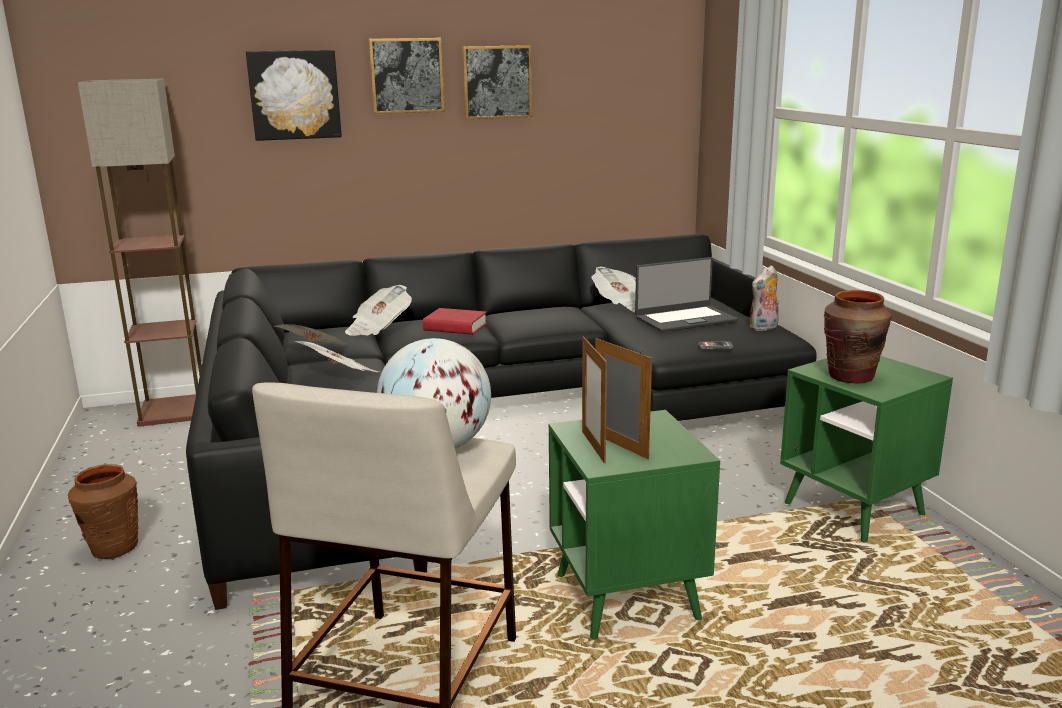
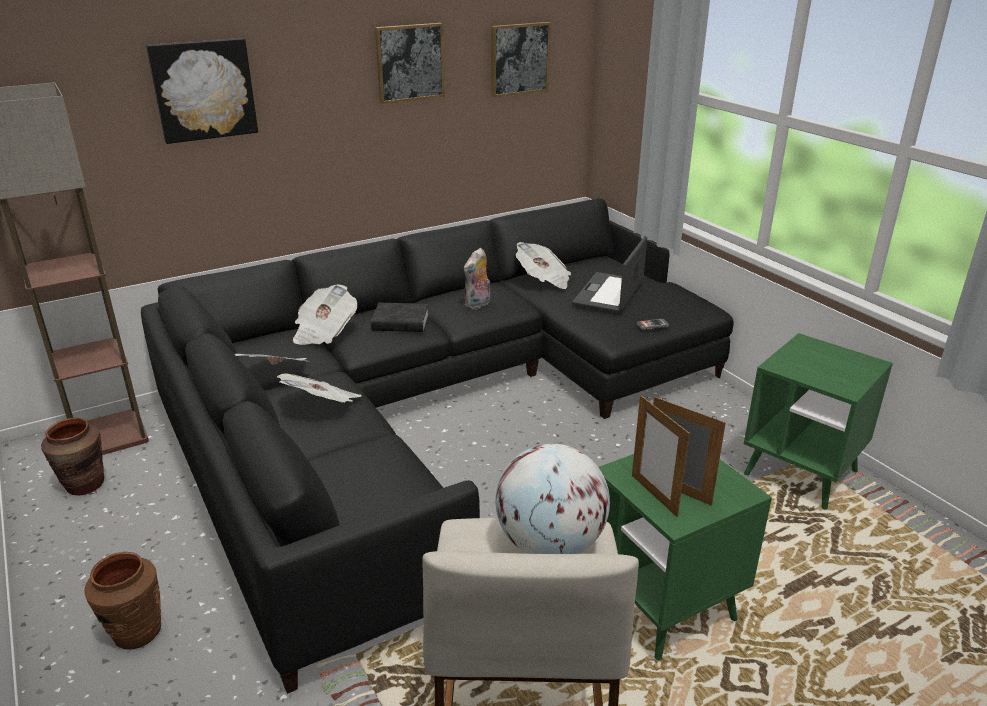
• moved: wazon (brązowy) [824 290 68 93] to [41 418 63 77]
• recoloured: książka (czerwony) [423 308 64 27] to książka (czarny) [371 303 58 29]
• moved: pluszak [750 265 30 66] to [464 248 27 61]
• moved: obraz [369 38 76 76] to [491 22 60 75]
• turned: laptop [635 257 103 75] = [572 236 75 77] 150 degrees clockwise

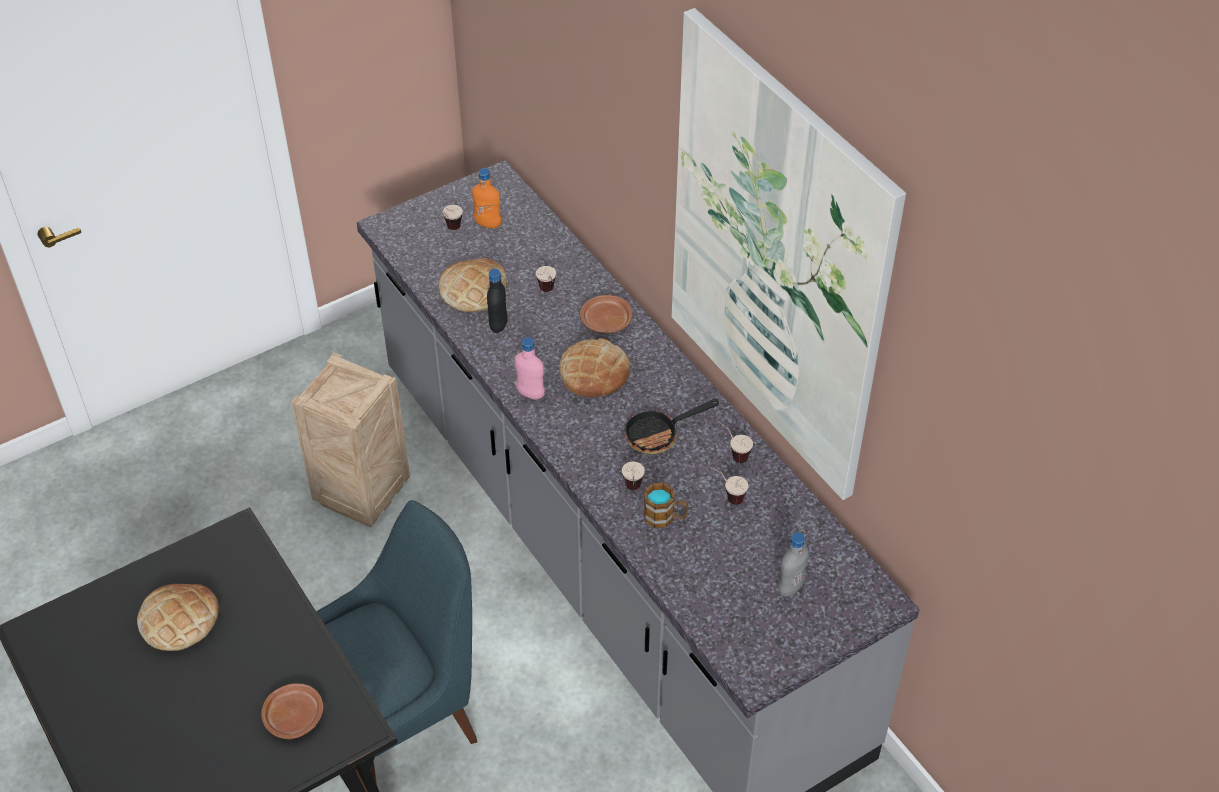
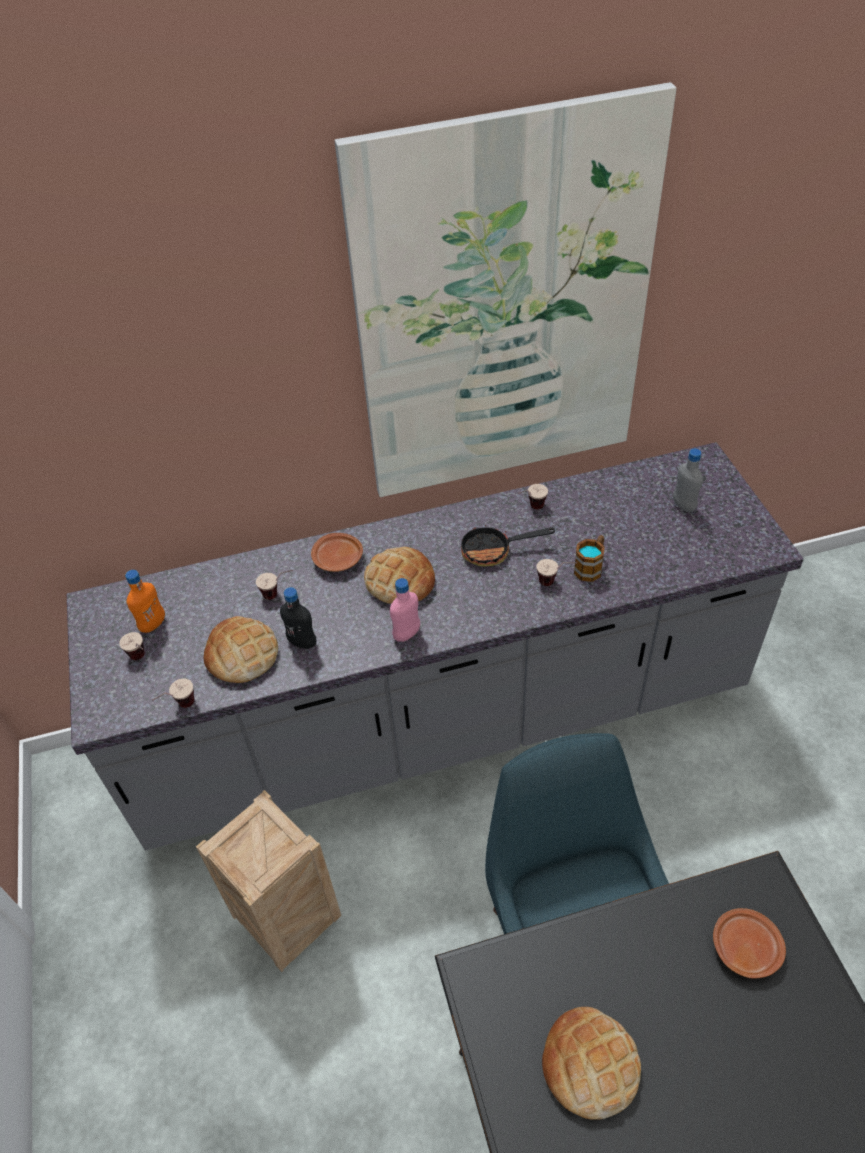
• moved: filiżanka [708 466 40 39] to [152 679 43 29]
• turned: patelnia [625 399 94 55] = [461 525 94 42] 90 degrees clockwise

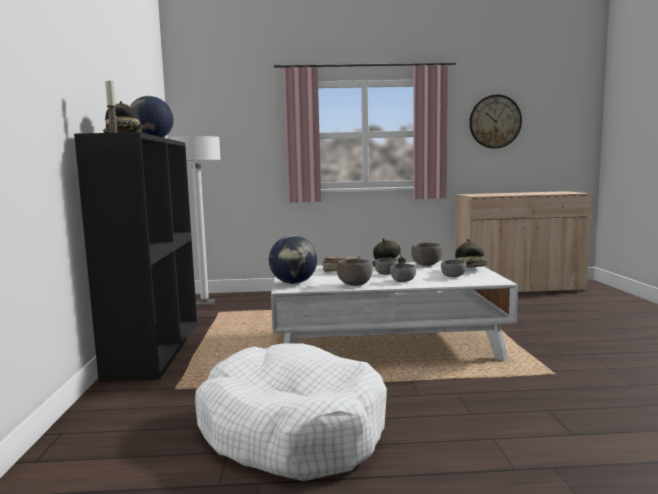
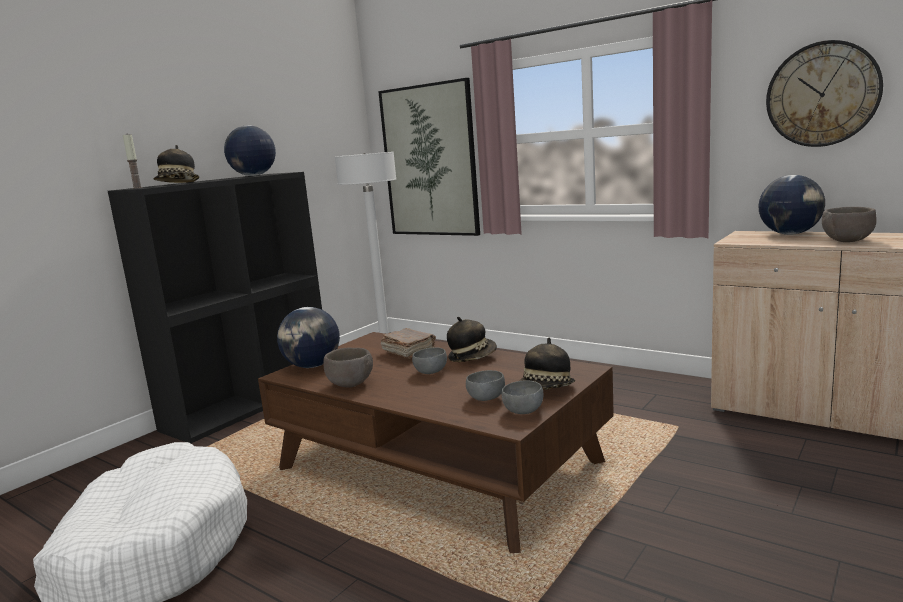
• recoloured: ława (biały) [271 261 247 100] to ława (brązowy) [258 332 356 221]
• added: obraz [378 78 102 158]
• moved: miska (szary) [390 263 26 19] to [502 380 41 34]
• added: globus [758 175 67 60]
• moved: miska (brązowy) [411 242 31 24] to [822 207 55 35]

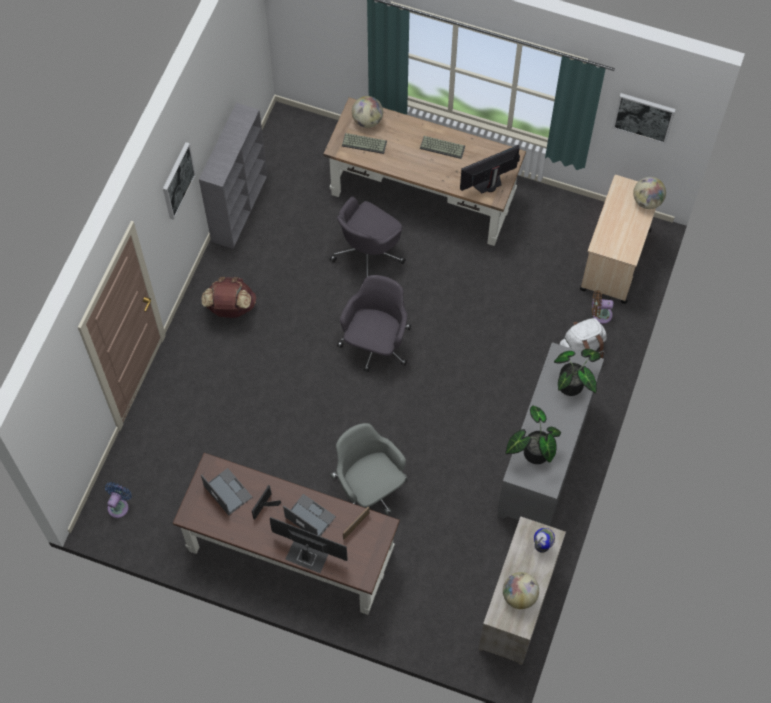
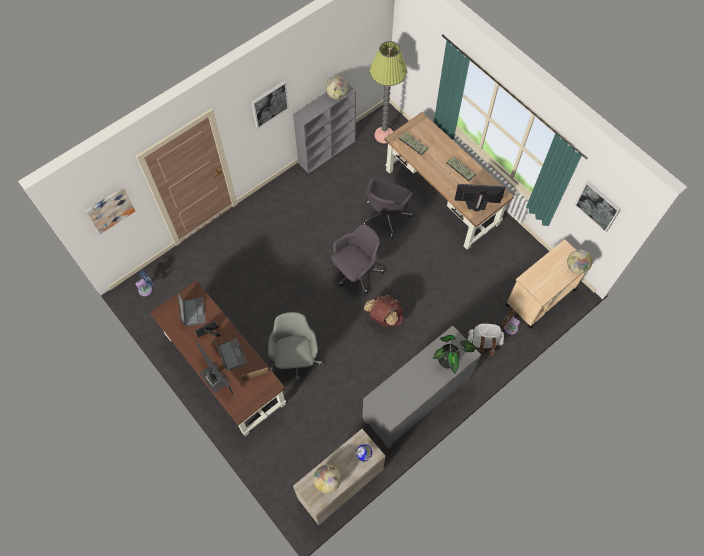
• added: obraz [86 187 49 47]
• moved: globus [352 96 31 32] to [325 76 23 23]
• turned: krzesło biurowe (szary) [330 196 76 88] = [363 178 50 60] 45 degrees counterclockwise
• moved: plecak (brązowy) [202 277 54 41] to [364 295 40 32]
• added: lampa stojąca [370 41 37 102]
• removed: roślina doniczkowa [505 405 56 59]

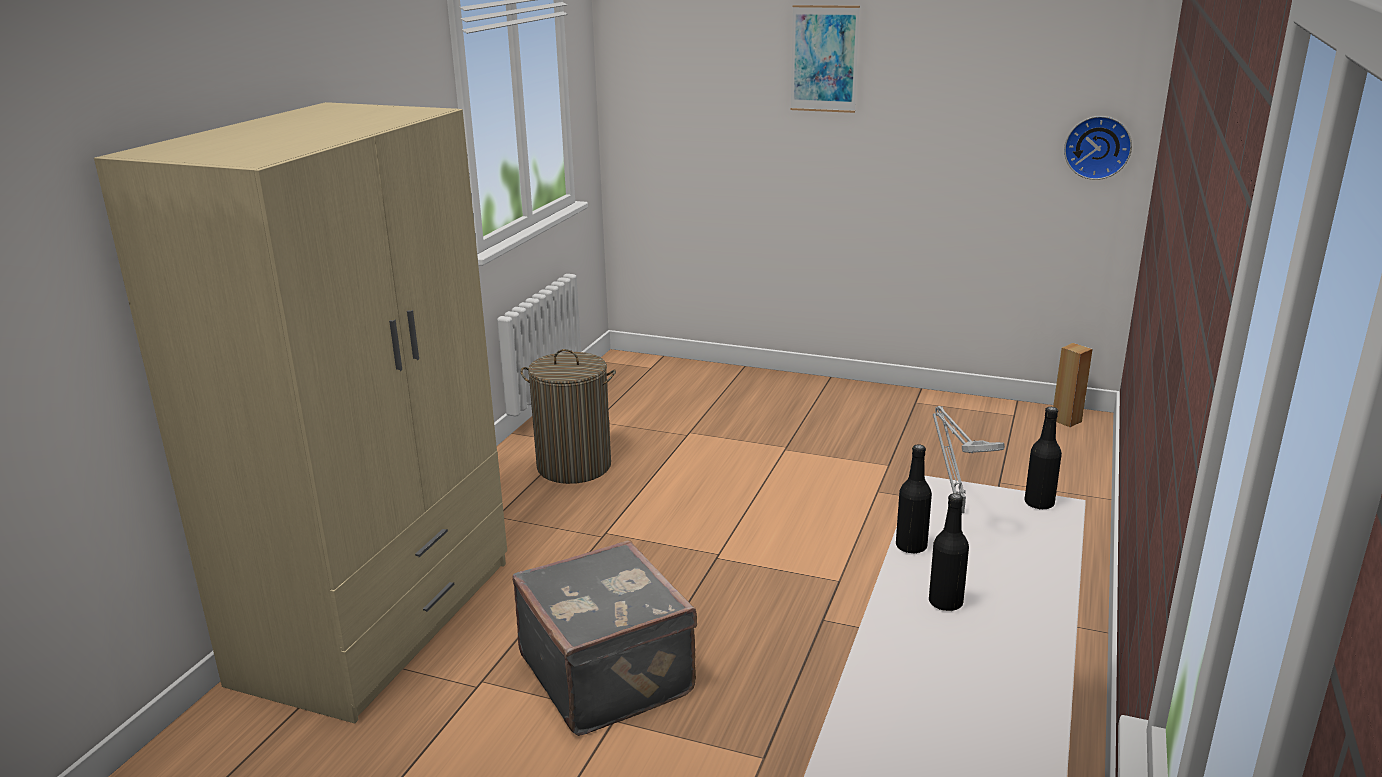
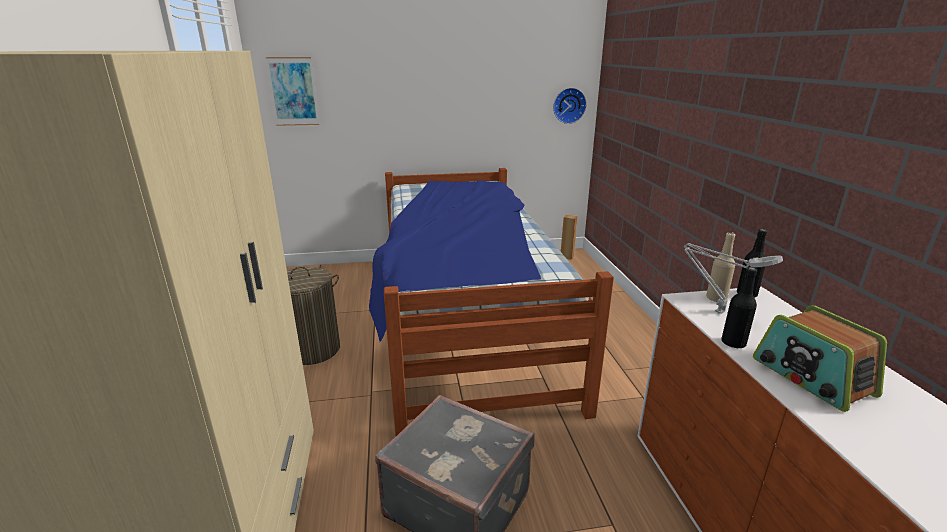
• moved: obraz [790 5 70 108] to [266 57 53 69]
• added: łóżko [369 168 245 269]
• added: butelka (beżowy) [706 232 30 70]
• replaced: butelka (czarny) [929 493 40 118] to radio [753 305 134 107]

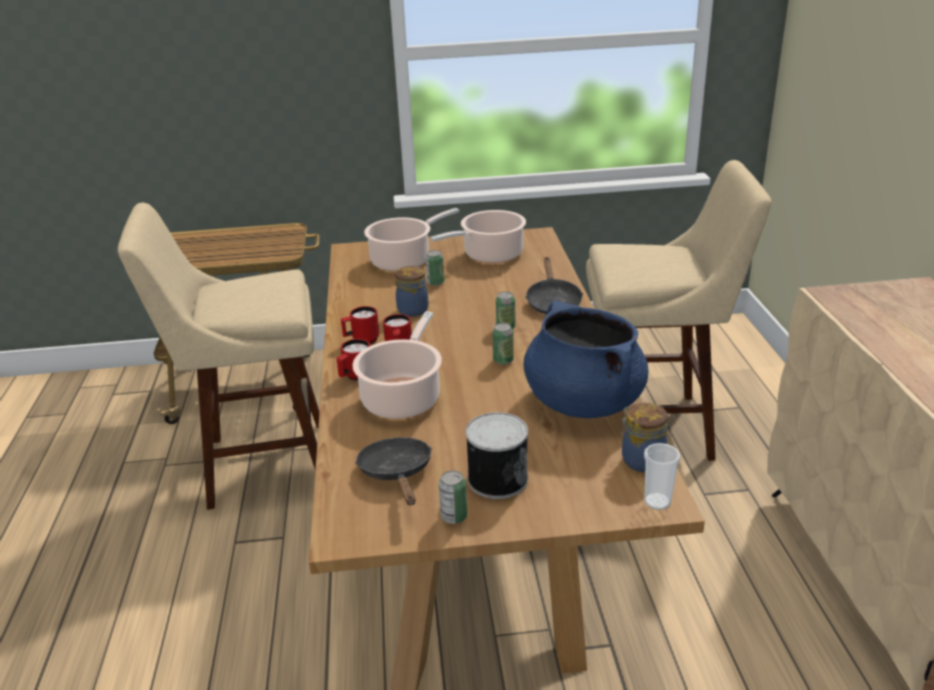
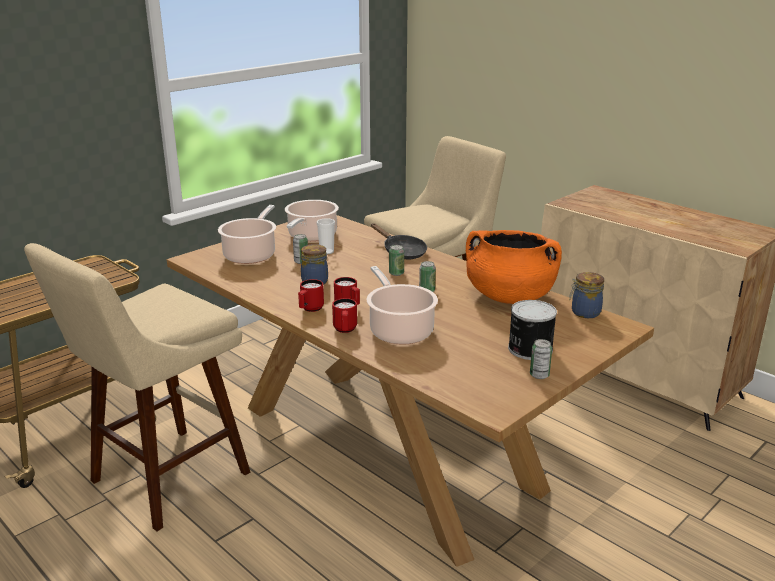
• moved: filiżanka [644 443 36 67] to [317 218 18 37]
• recoloured: garnek (niebieski) [523 301 125 117] to garnek (pomarańczowy) [466 230 96 74]
• removed: patelnia (czarny) [355 437 77 68]

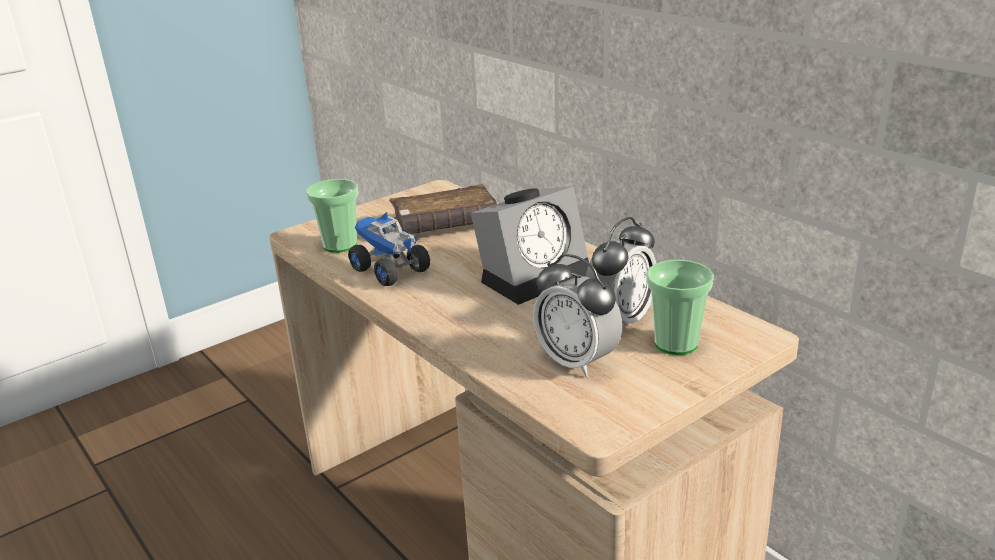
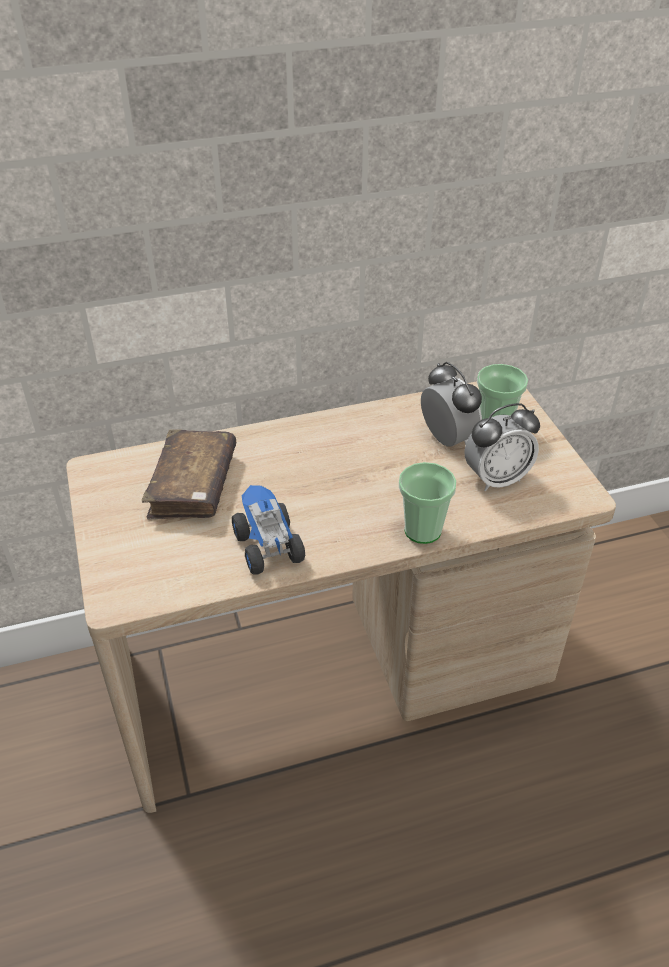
• turned: ciężarówka zabawkowa [348 212 82 74] = [232 485 73 89] 90 degrees clockwise
• moved: filiżanka [306 179 52 74] to [399 462 57 82]
• removed: budzik [471 186 118 119]

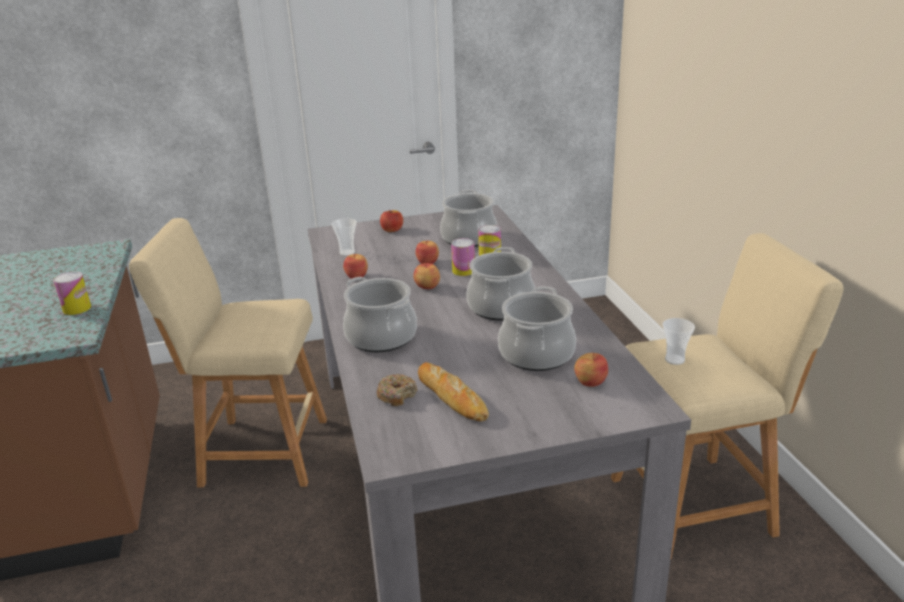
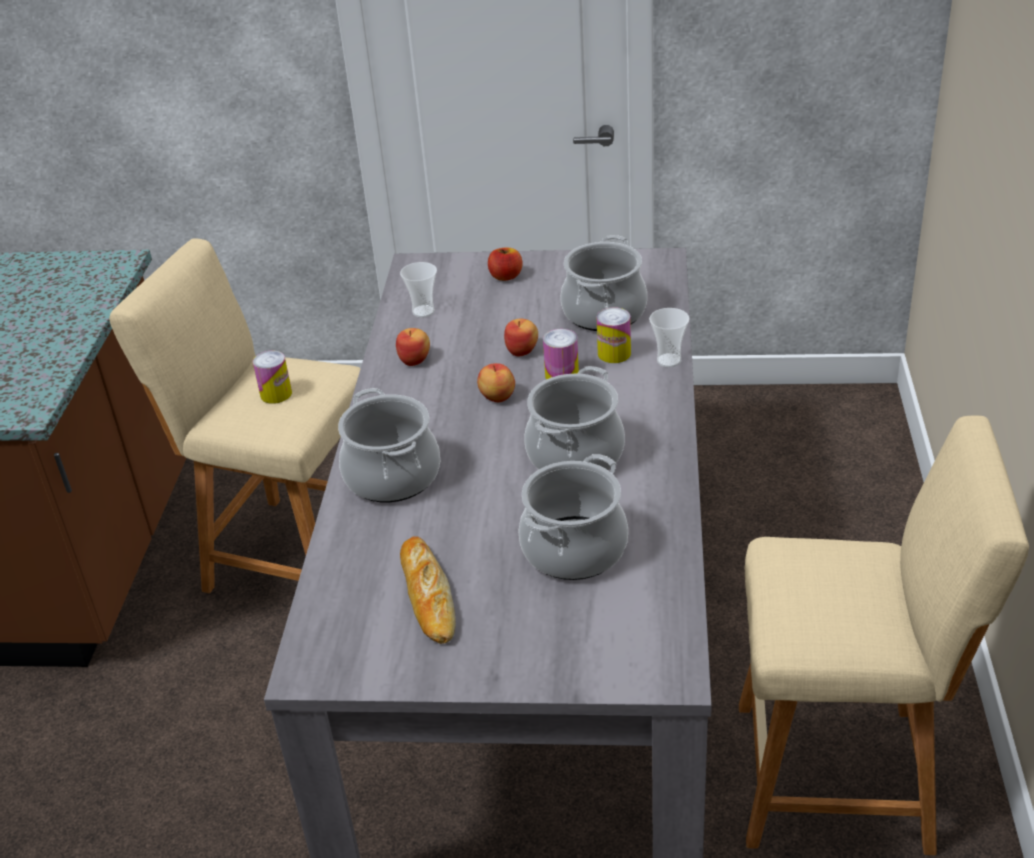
• moved: puszka [53 272 38 43] to [253 351 39 53]
• moved: filiżanka [663 318 32 47] to [649 308 41 59]
• removed: donut [377 374 40 32]
• removed: jabłko [574 353 34 34]

